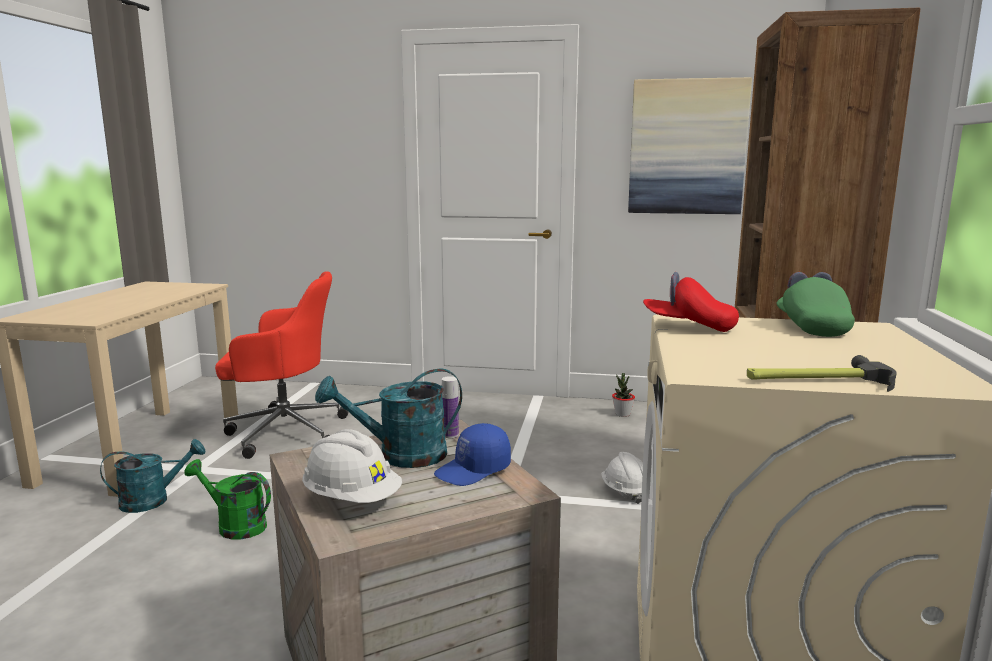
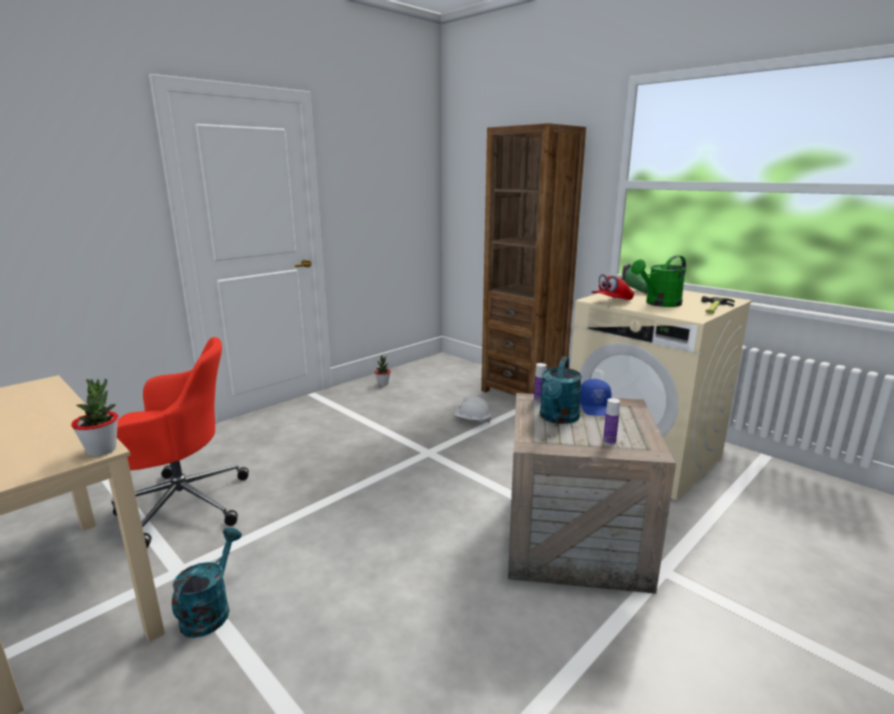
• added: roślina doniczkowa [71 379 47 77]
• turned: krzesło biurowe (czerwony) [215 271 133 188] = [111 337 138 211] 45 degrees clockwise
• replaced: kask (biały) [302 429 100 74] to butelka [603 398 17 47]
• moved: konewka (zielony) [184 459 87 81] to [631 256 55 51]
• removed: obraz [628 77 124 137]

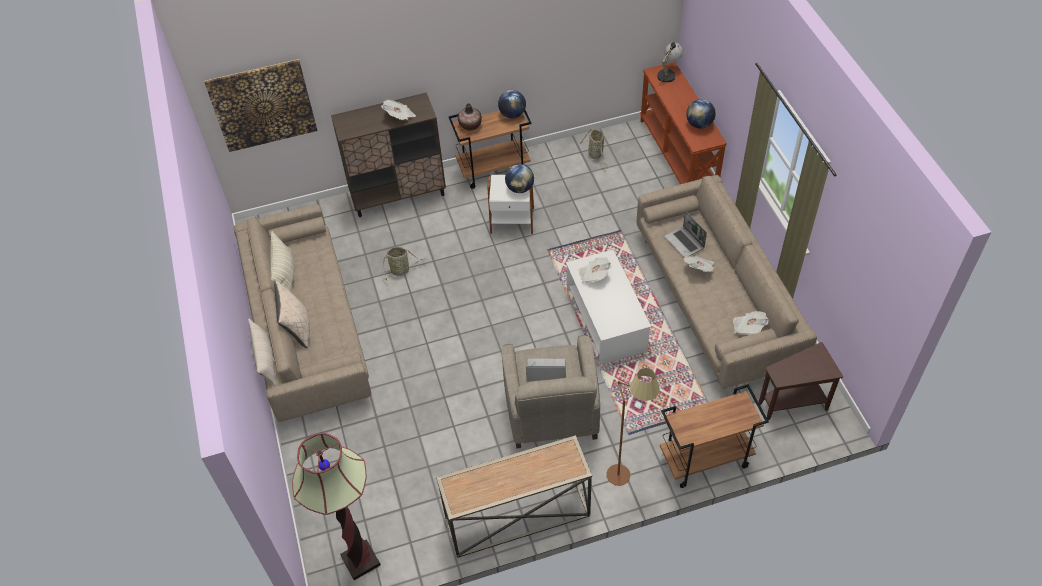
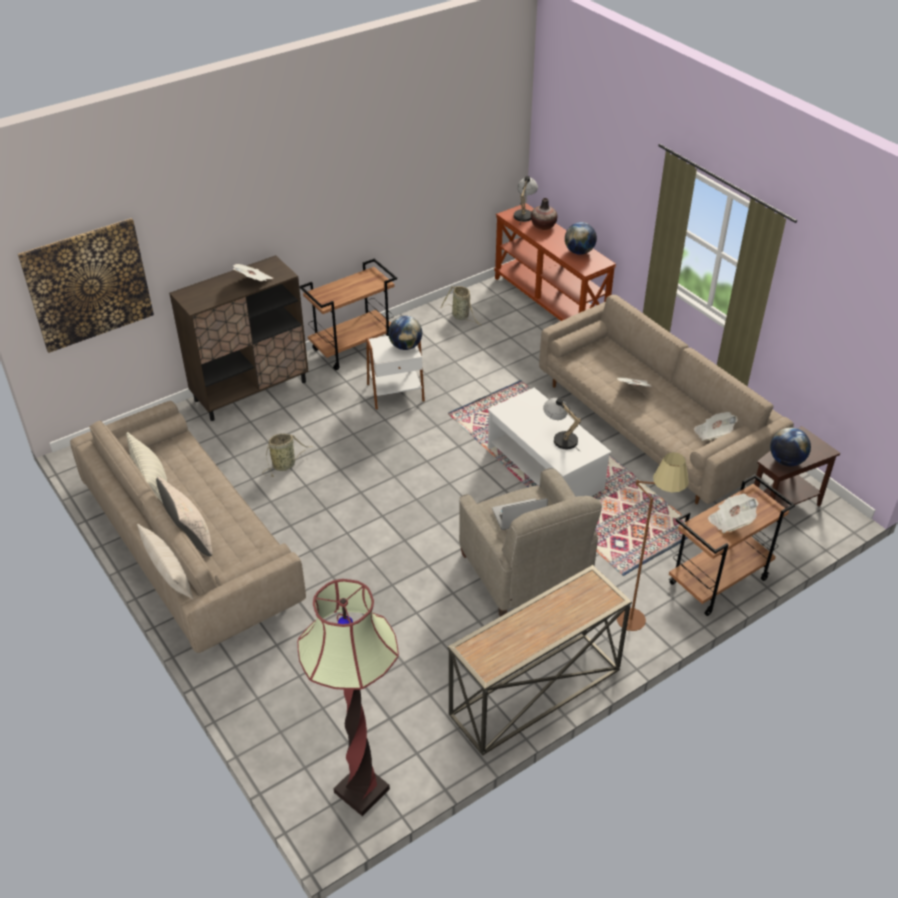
• moved: wazon [458 103 24 28] to [531 198 26 32]
• added: lampa stołowa [543 397 38 55]
• moved: gazeta [578 257 33 26] to [708 494 51 39]
• moved: globus [498 90 28 28] to [770 427 41 39]
• removed: laptop [665 211 42 46]

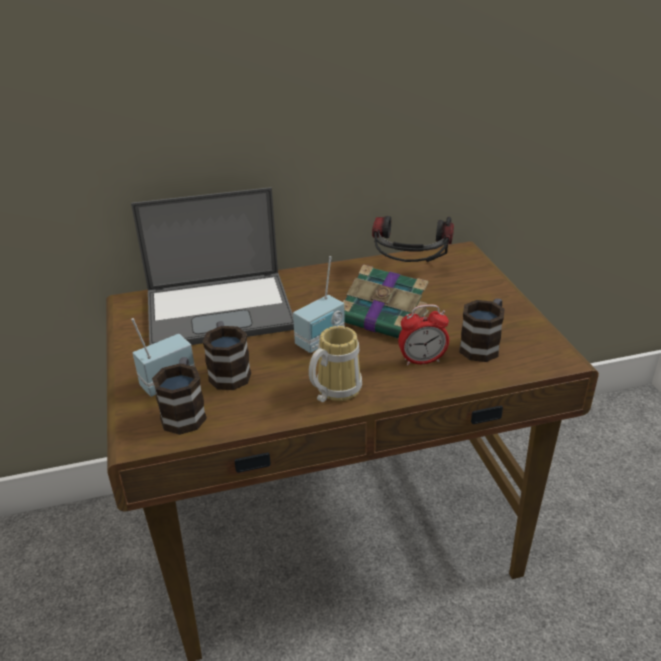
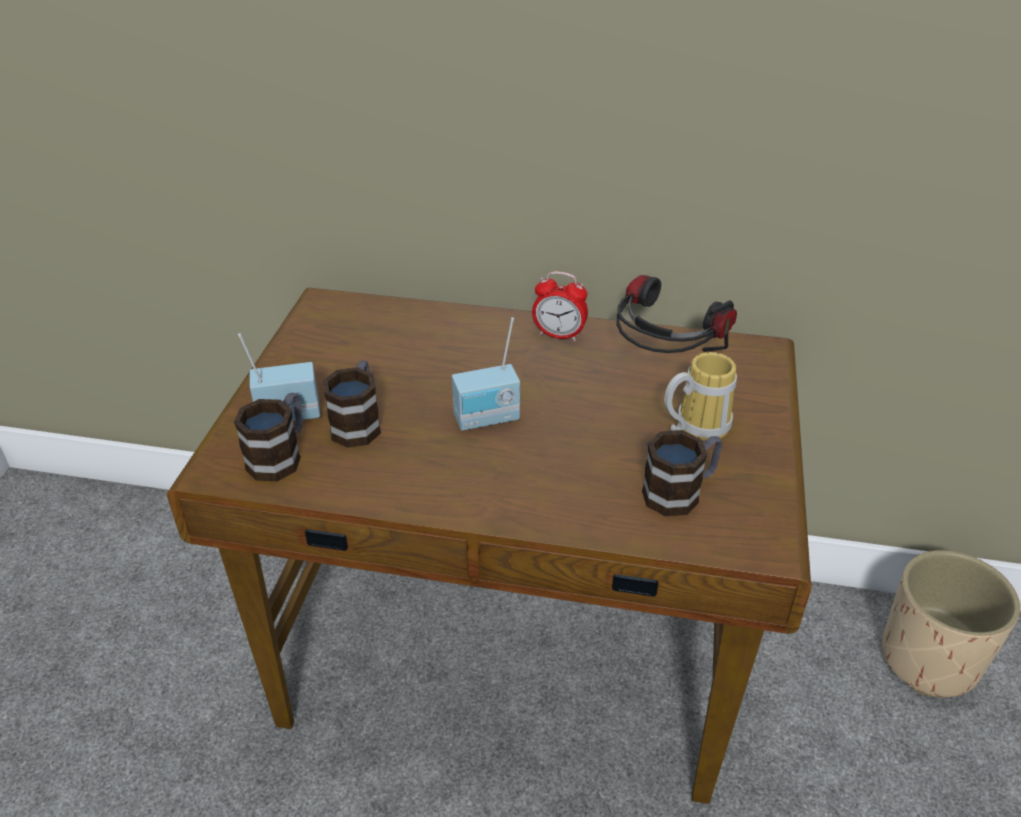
• moved: budzik [398 304 51 62] to [532 271 56 70]
• moved: kubek [309 326 53 76] to [664 352 73 89]
• added: donica (beżowy) [882 550 138 147]
• removed: laptop [131 187 163 158]
• removed: książka [343 264 86 75]

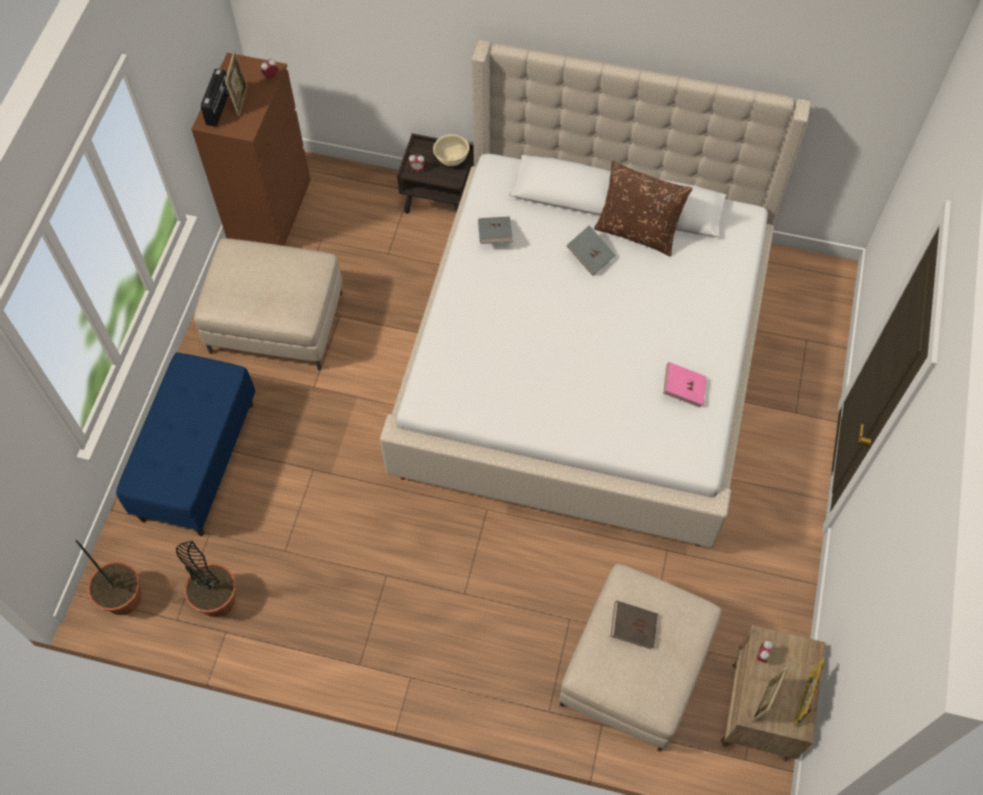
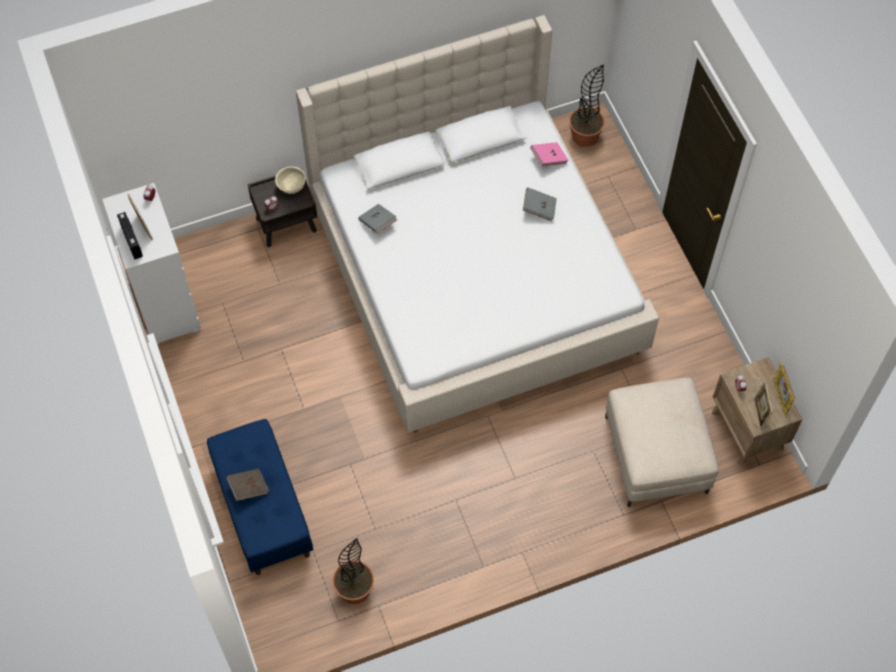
• recoloured: komoda (brązowy) [191 53 120 193] to komoda (biały) [102 183 99 162]
• moved: książka (brązowy) [610 601 48 48] to [226 469 43 32]
• moved: książka (szary) [566 225 50 51] to [523 187 34 34]
• moved: książka (różowy) [663 362 43 46] to [530 142 39 25]
• moved: roślina doniczkowa [75 540 67 75] to [569 64 36 83]
• removed: pufa (beżowy) [194 238 148 133]
• removed: poduszka (brązowy) [594 161 99 95]

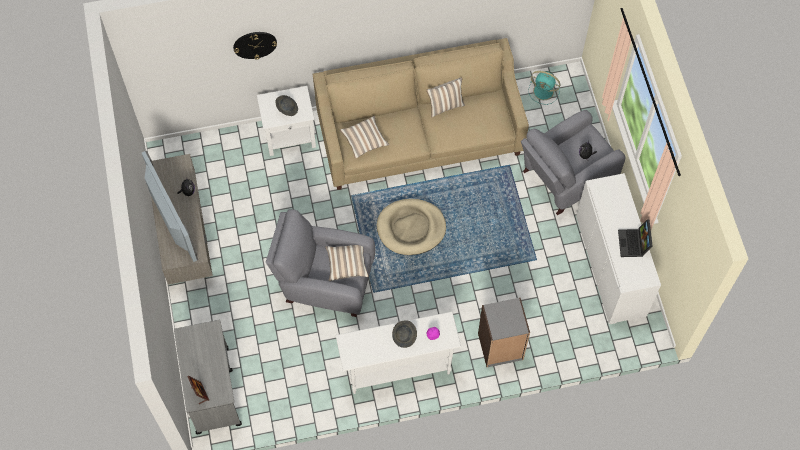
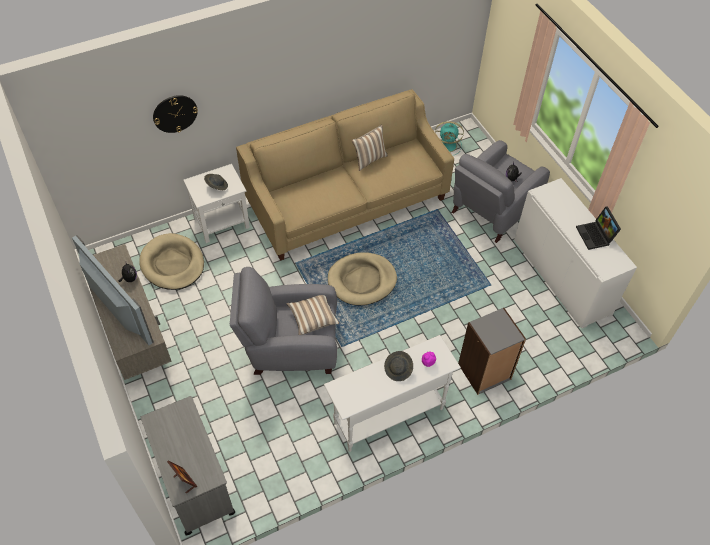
• added: legowisko (beżowy) [139 233 65 57]
• removed: poduszka [340 116 49 43]

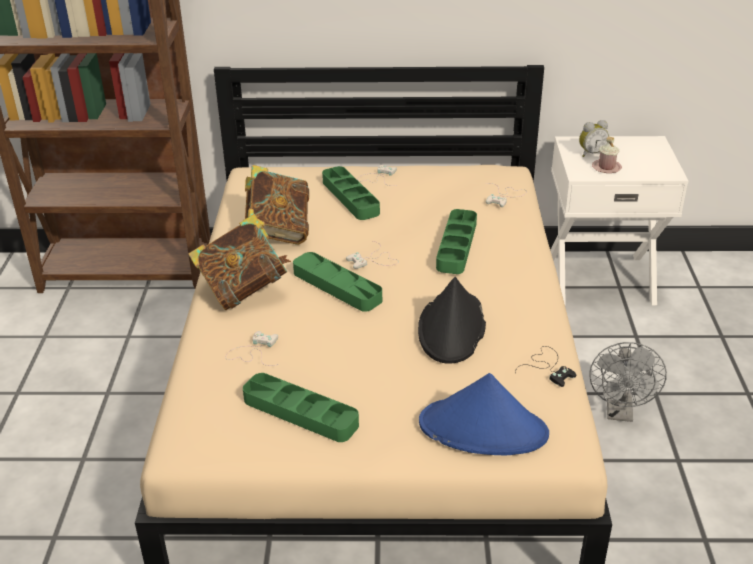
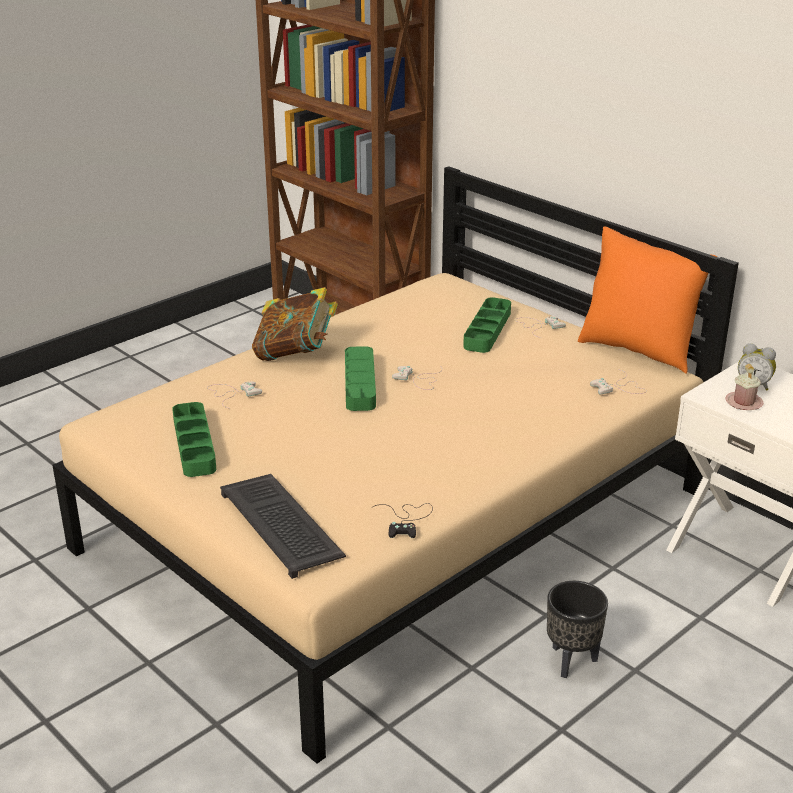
• replaced: kapelusz (niebieski) [419 373 130 82] to klawiatura [220 474 126 105]
• replaced: wentylator (szary) [590 342 77 80] to donica (czarny) [547 581 61 97]
• added: poduszka (pomarańczowy) [578 227 139 147]
• removed: książka [245 165 64 80]
• removed: kapelusz (czarny) [418 277 68 87]
• removed: taca (zielony) [436 209 41 65]

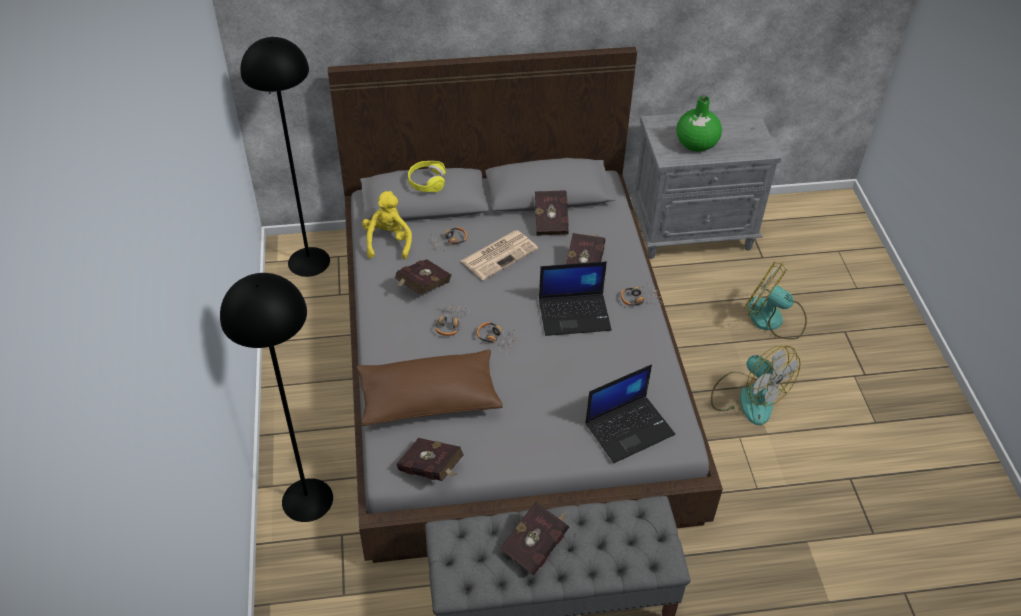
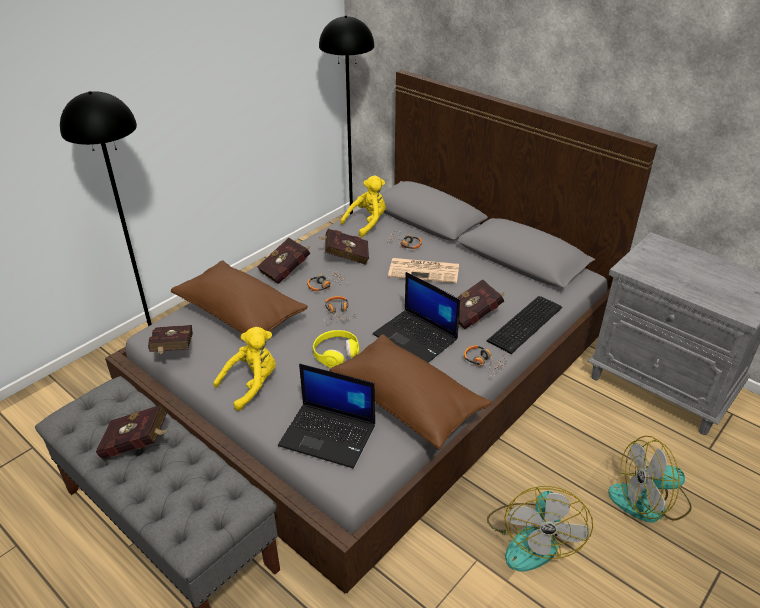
• added: pluszak (żółty) [213 327 62 84]
• moved: książka (czerwony) [535 190 34 46] to [257 238 53 46]
• moved: słuchawki (żółty) [408 161 38 31] to [313 330 46 38]
• added: poduszka (brązowy) [329 334 163 116]
• added: klawiatura [487 296 75 58]
• turned: wentylator [744 261 63 79] = [608 436 84 87] 90 degrees counterclockwise
• removed: wazon (zielony) [676 96 46 56]

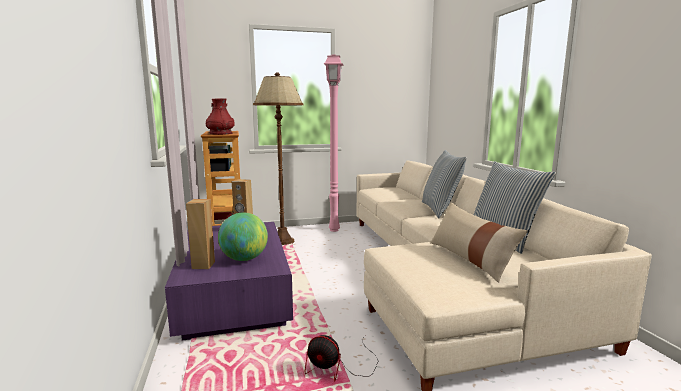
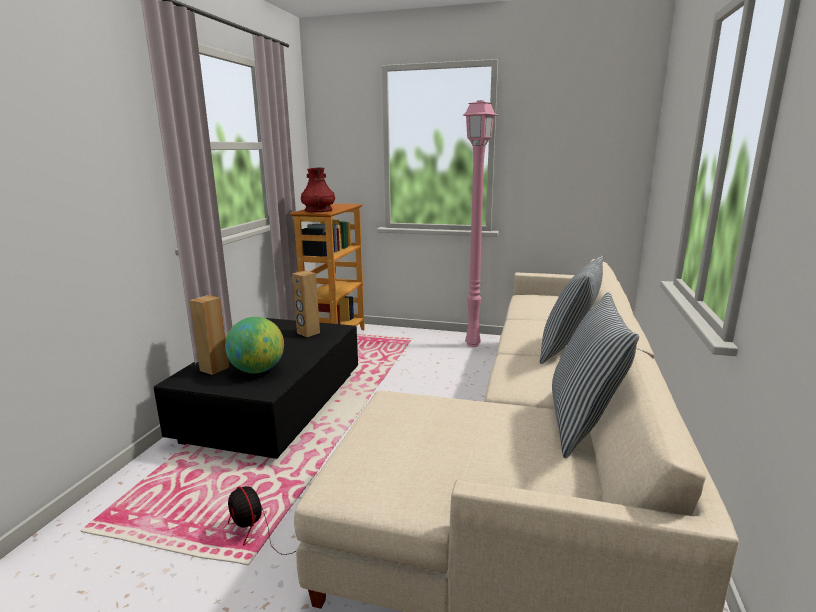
• recoloured: ława (fioletowy) [165 222 128 119] to ława (czarny) [153 318 205 141]
• removed: lampa stojąca (brązowy) [253 73 51 172]
• removed: poduszka (beżowy) [430 203 98 80]

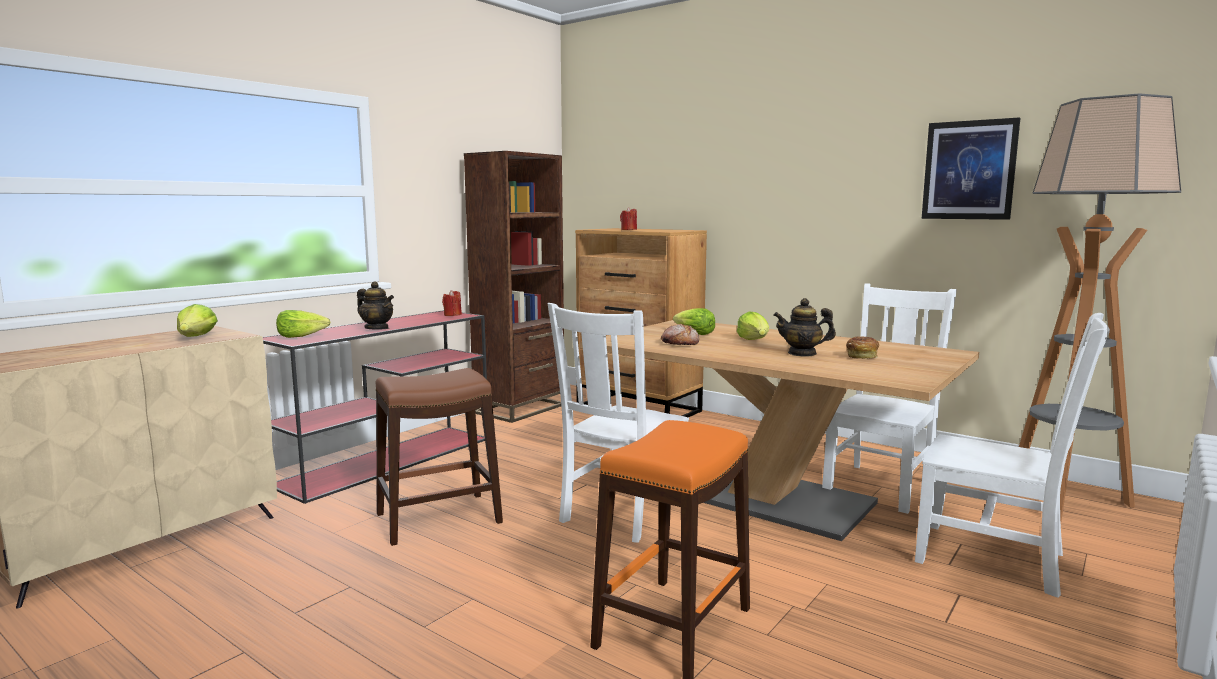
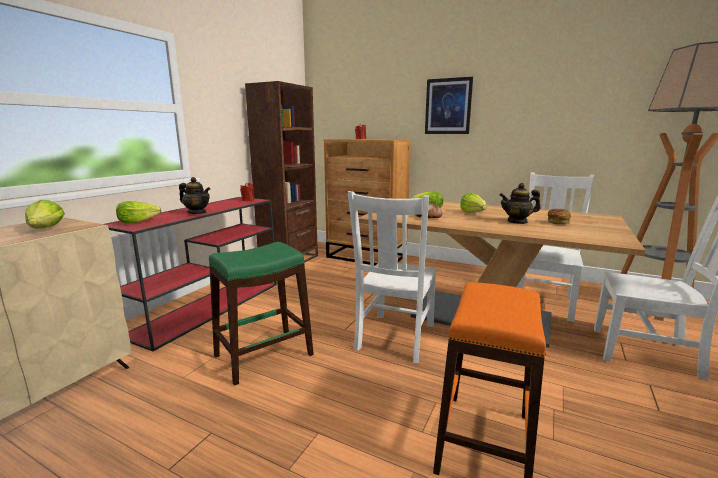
• recoloured: stołek (brązowy) [376 368 127 178] to stołek (zielony) [209 242 105 144]
• moved: obraz [922 117 98 103] to [425 77 48 57]

